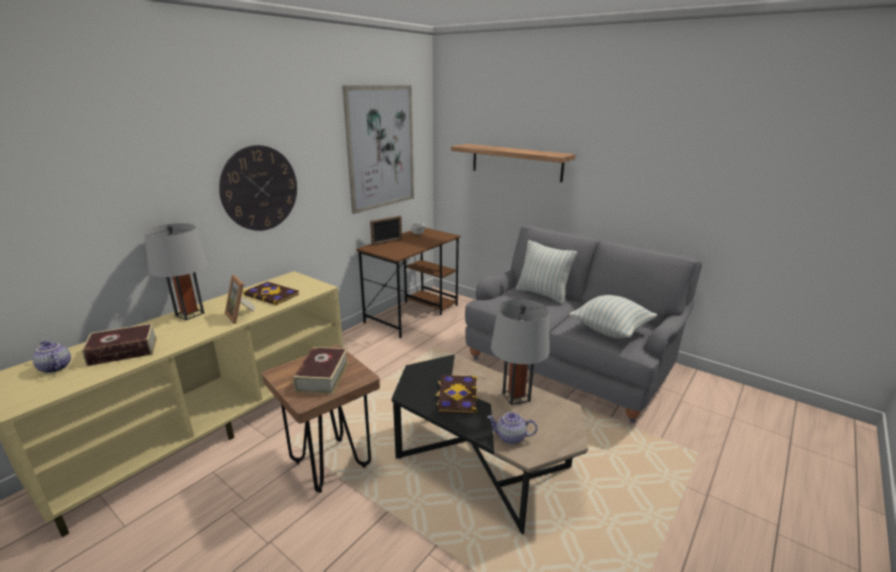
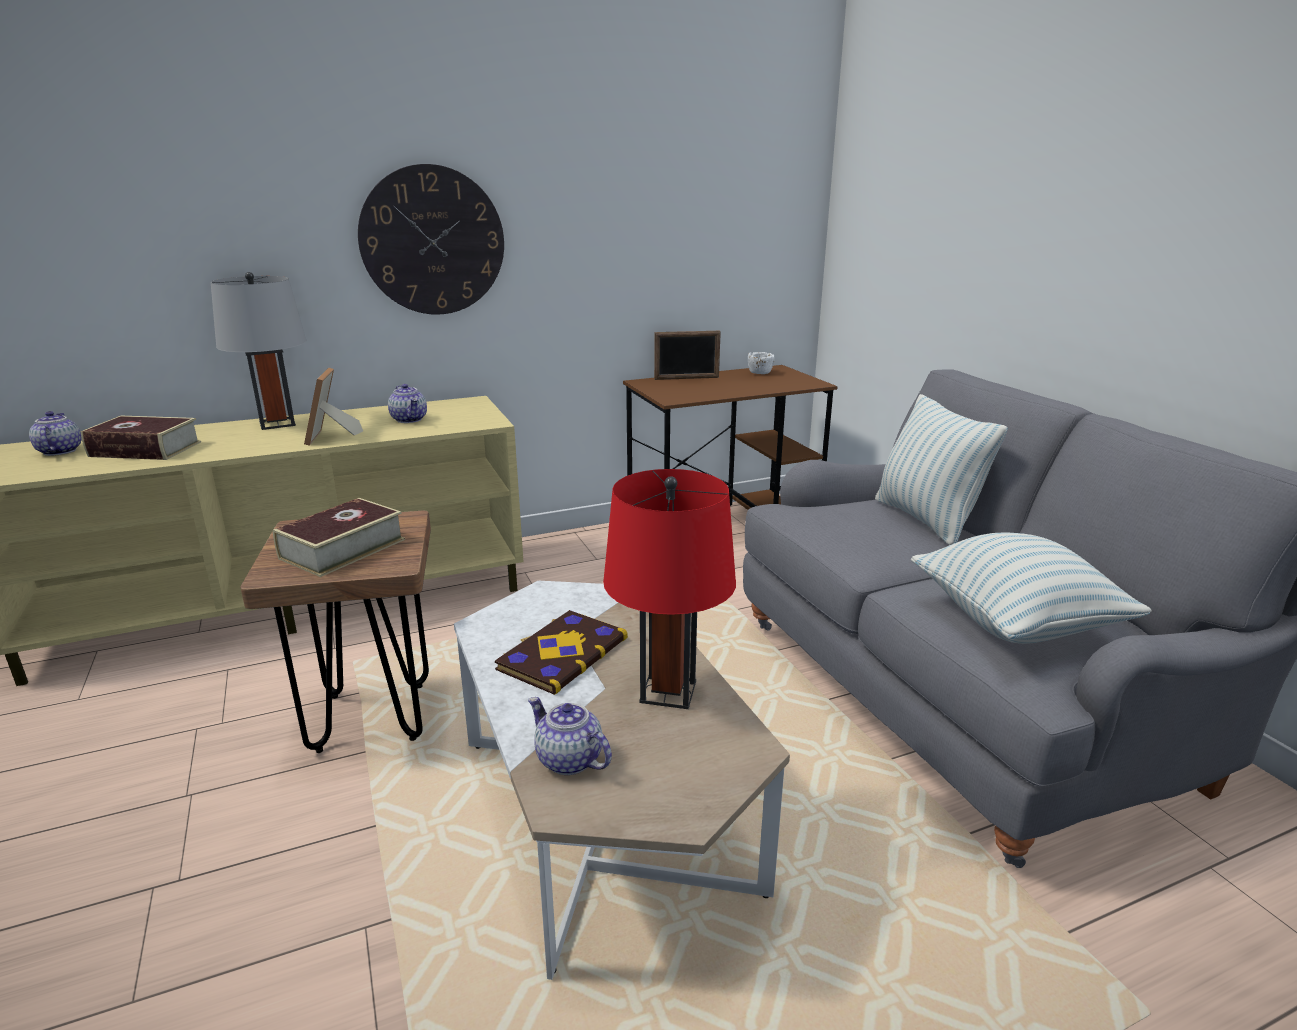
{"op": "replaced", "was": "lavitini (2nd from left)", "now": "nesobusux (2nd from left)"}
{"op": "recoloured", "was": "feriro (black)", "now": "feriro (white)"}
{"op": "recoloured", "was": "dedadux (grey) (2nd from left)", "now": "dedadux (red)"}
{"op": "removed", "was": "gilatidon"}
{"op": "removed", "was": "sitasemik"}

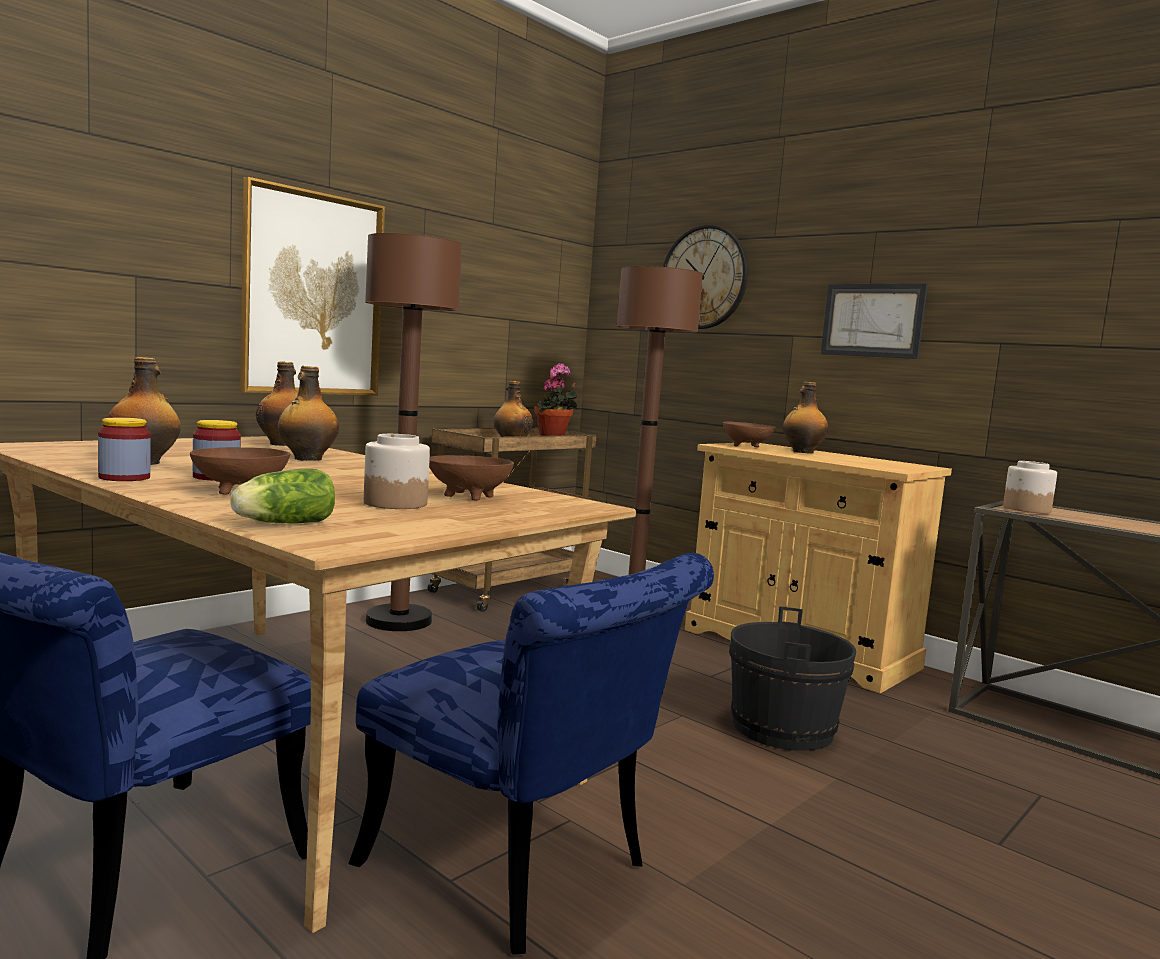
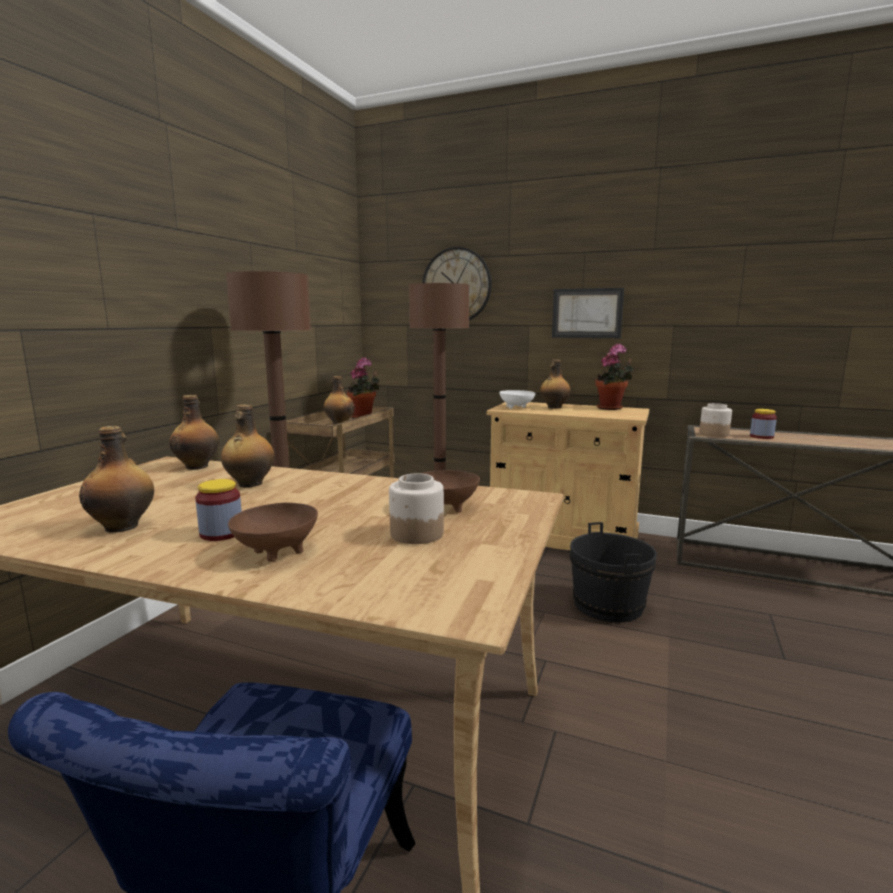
{"op": "recoloured", "was": "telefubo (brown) (3rd from left)", "now": "telefubo (white)"}
{"op": "added", "now": "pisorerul (2nd from left)"}
{"op": "moved", "was": "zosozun (1st from left in the first image)", "now": "zosozun (4th from left)"}
{"op": "removed", "was": "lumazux"}
{"op": "removed", "was": "gilatidon (1st from left)"}
{"op": "removed", "was": "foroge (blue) (2nd from left)"}

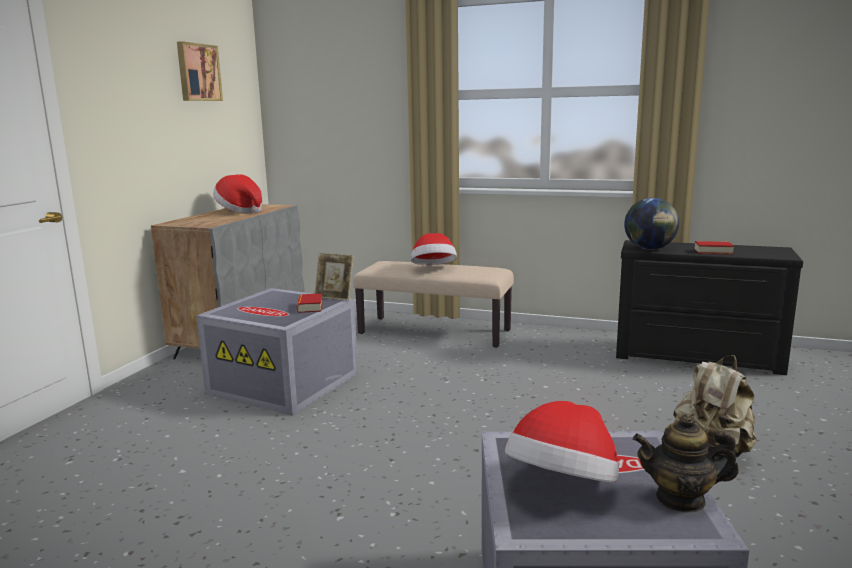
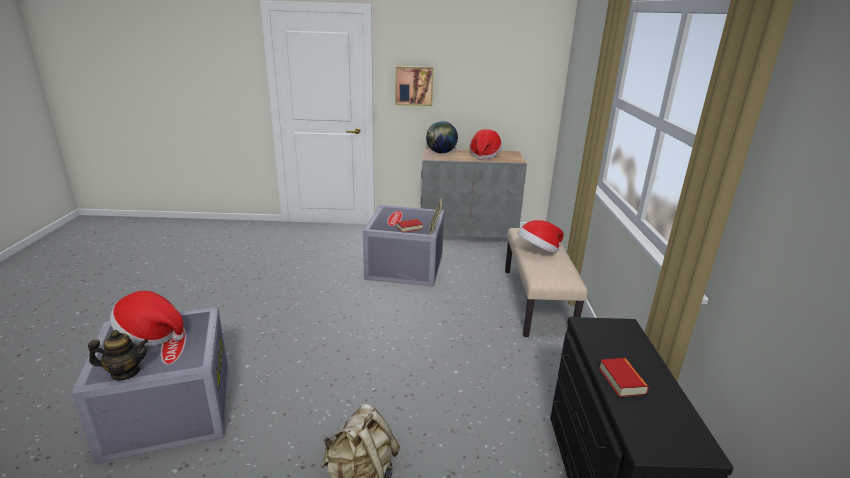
{"op": "turned", "was": "nesobusux", "clockwise": 90}
{"op": "moved", "was": "gilatidon"}
{"op": "moved", "was": "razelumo"}

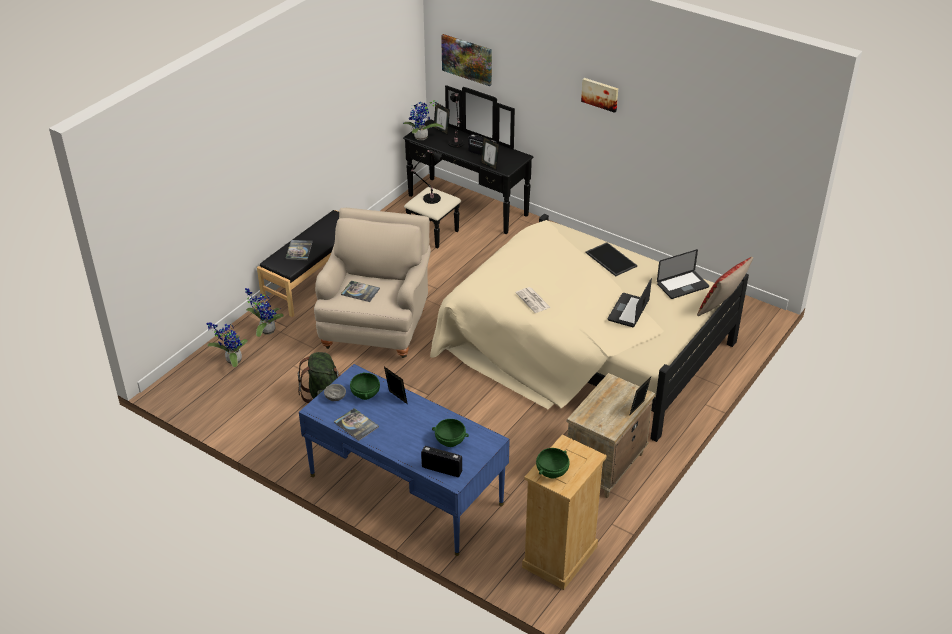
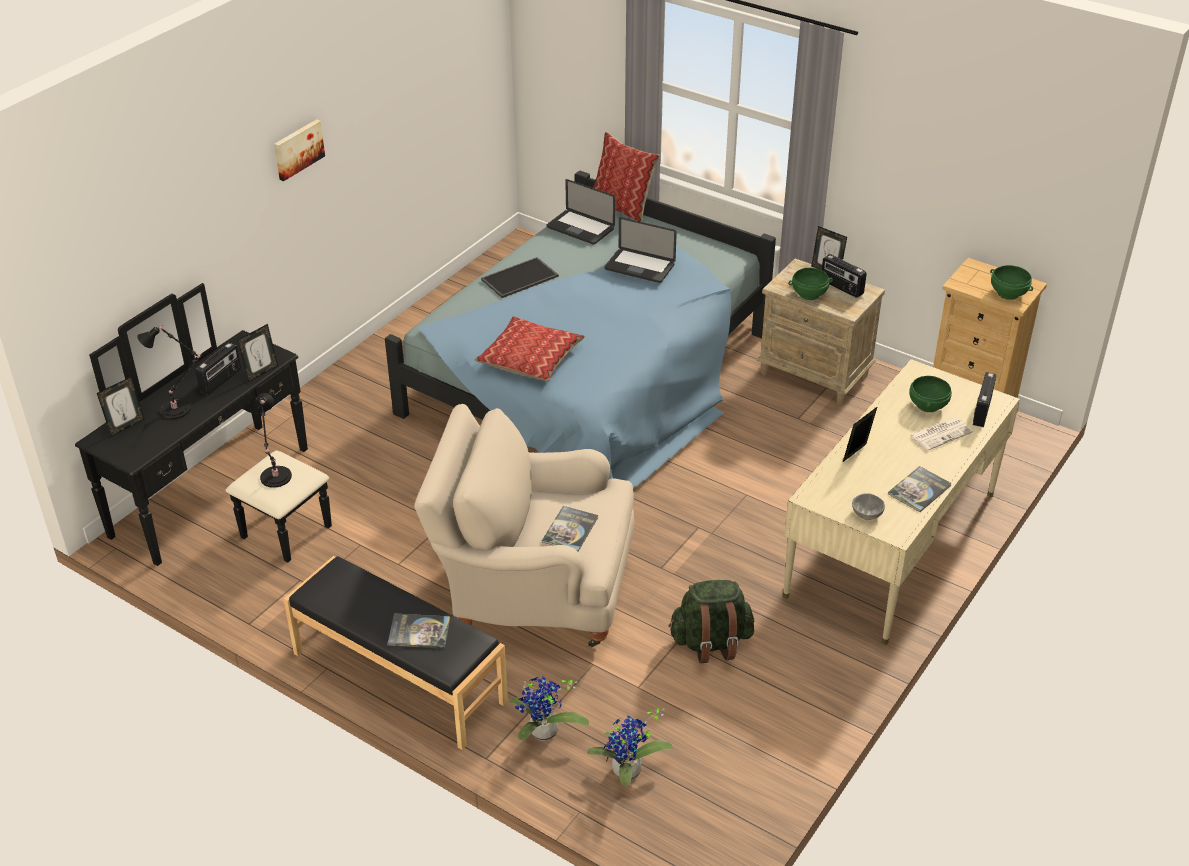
{"op": "recoloured", "was": "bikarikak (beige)", "now": "bikarikak (blue)"}
{"op": "added", "now": "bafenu (1st from left)"}
{"op": "turned", "was": "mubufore (2nd from left in the first image)", "clockwise": 150}
{"op": "recoloured", "was": "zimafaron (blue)", "now": "zimafaron (beige)"}
{"op": "moved", "was": "telefubo (green) (1st from left)"}
{"op": "added", "now": "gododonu (2nd from left)"}
{"op": "moved", "was": "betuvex"}
{"op": "removed", "was": "pisorerul (3rd from left)"}
{"op": "removed", "was": "gilatidon (1st from left)"}

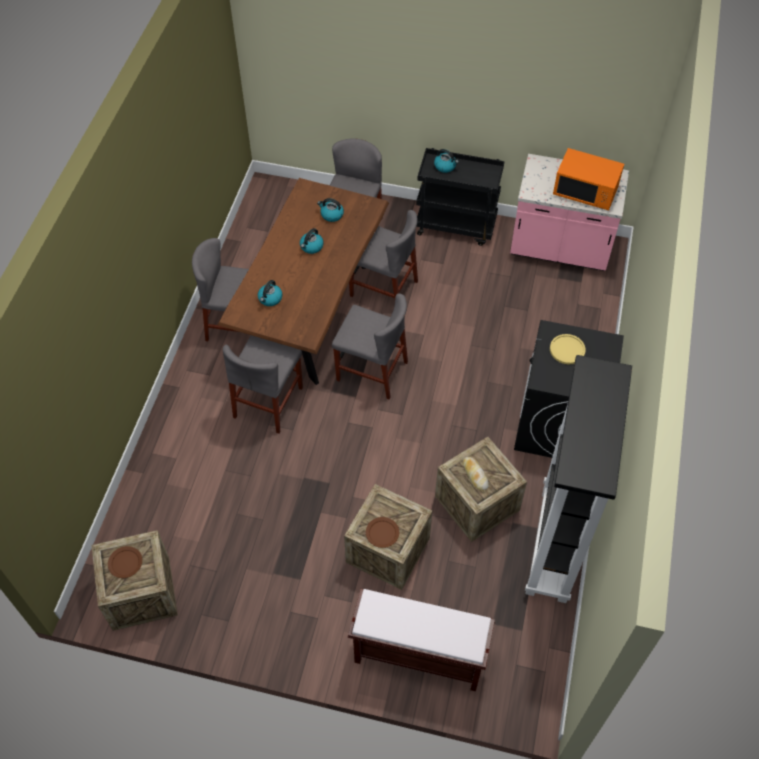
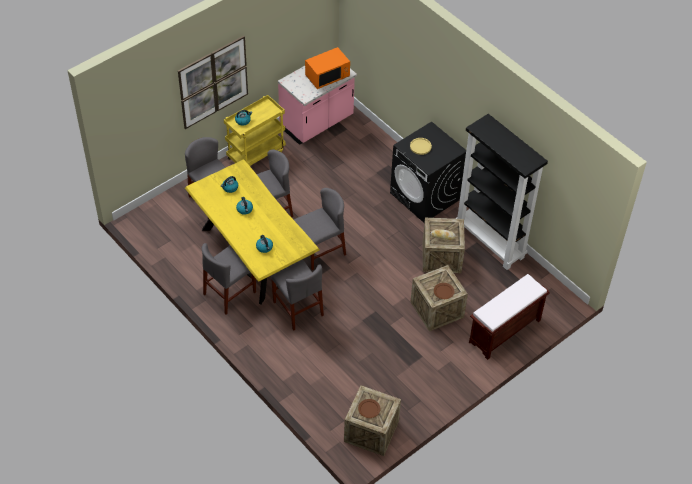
{"op": "added", "now": "gilatidon"}
{"op": "recoloured", "was": "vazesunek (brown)", "now": "vazesunek (yellow)"}
{"op": "recoloured", "was": "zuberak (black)", "now": "zuberak (yellow)"}

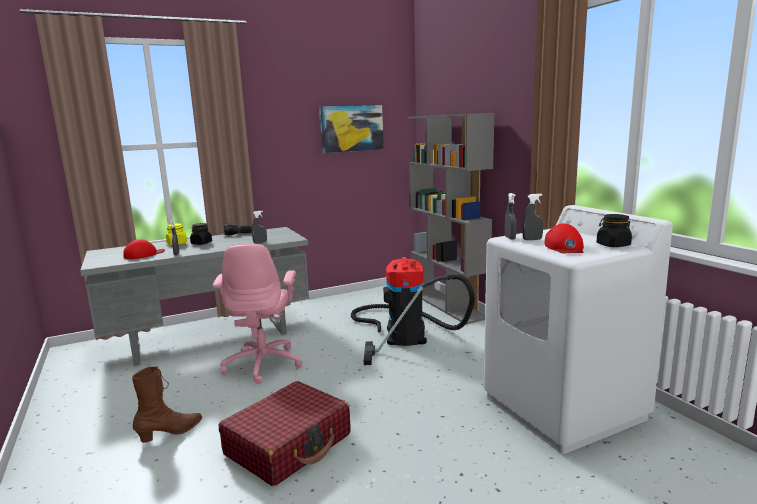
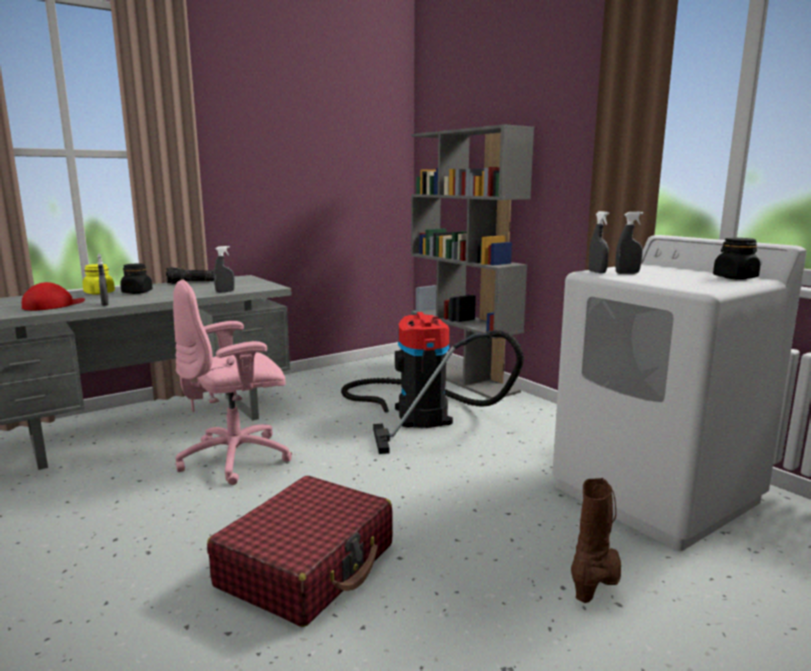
{"op": "turned", "was": "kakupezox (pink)", "clockwise": 75}
{"op": "moved", "was": "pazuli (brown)"}
{"op": "removed", "was": "gilatidon"}
{"op": "removed", "was": "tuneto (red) (2nd from left)"}

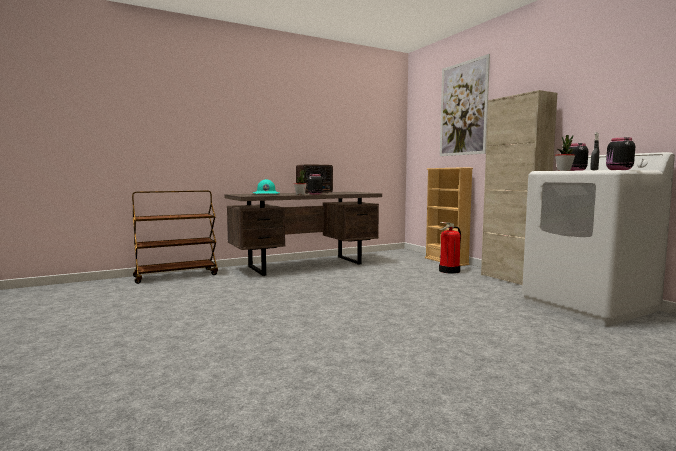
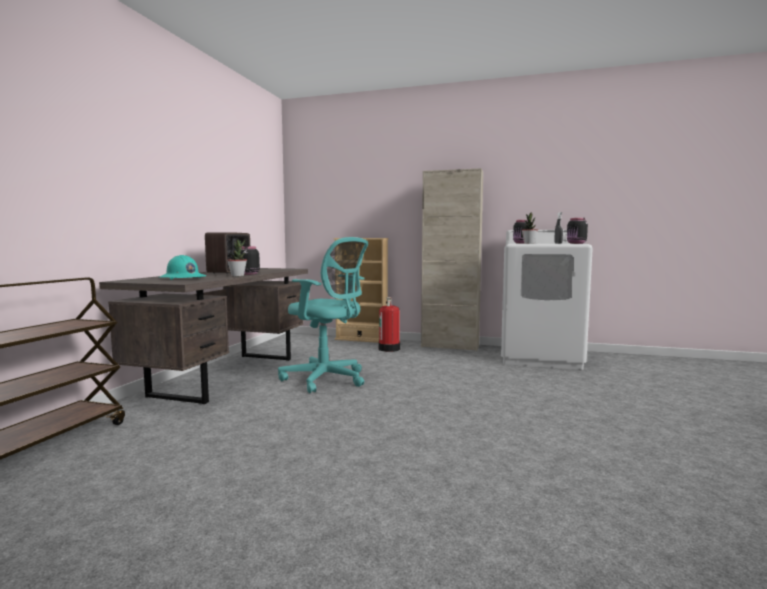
{"op": "added", "now": "kakupezox (turquoise)"}
{"op": "removed", "was": "gilatidon"}

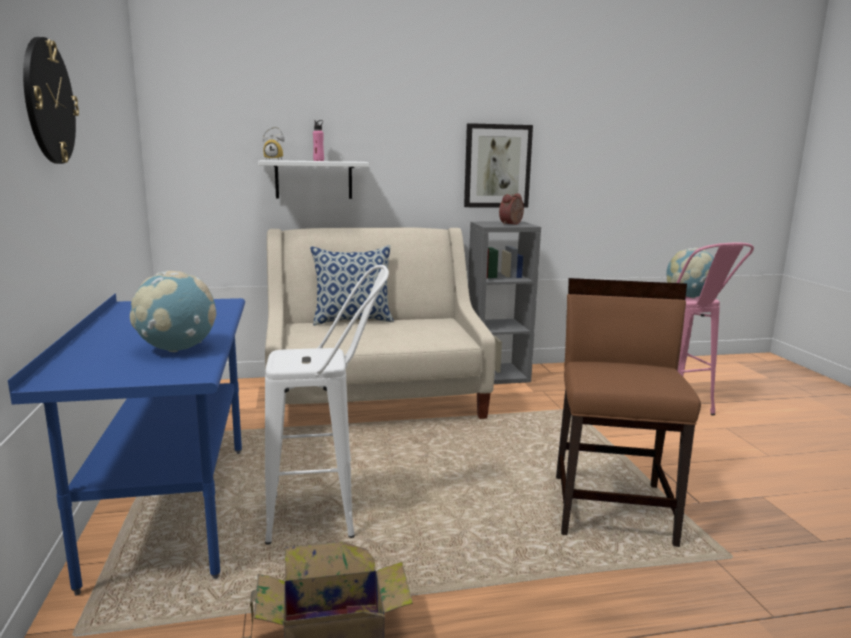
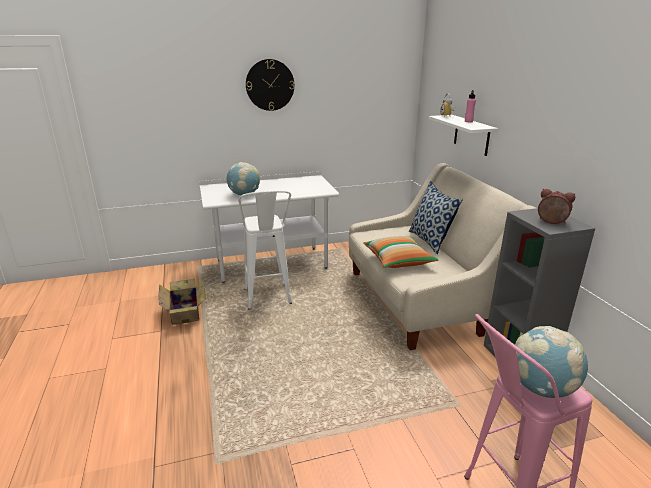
{"op": "recoloured", "was": "zimafaron (blue)", "now": "zimafaron (white)"}
{"op": "added", "now": "bafenu (1st from left)"}
{"op": "removed", "was": "gilatidon"}
{"op": "removed", "was": "foroge (brown)"}

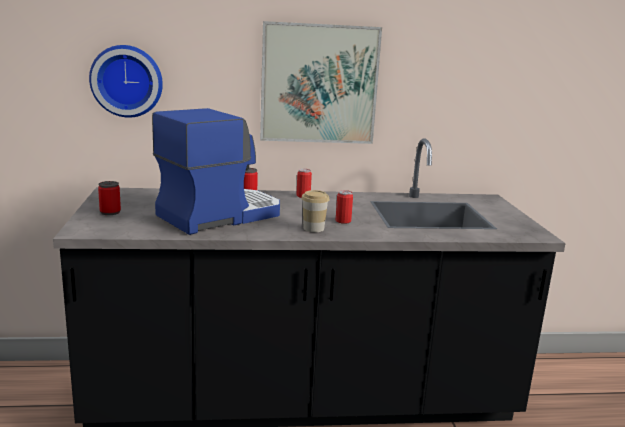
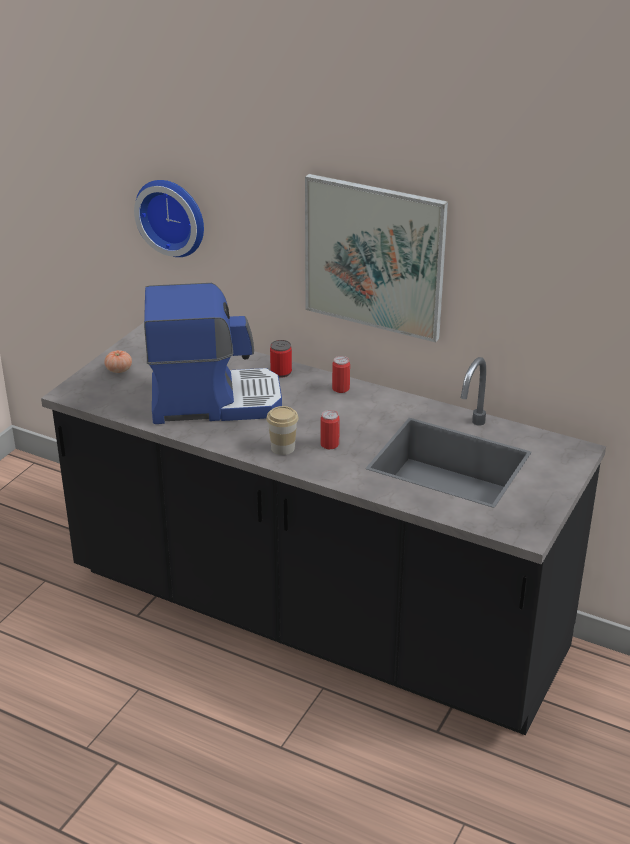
{"op": "replaced", "was": "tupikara (1st from left)", "now": "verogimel"}

